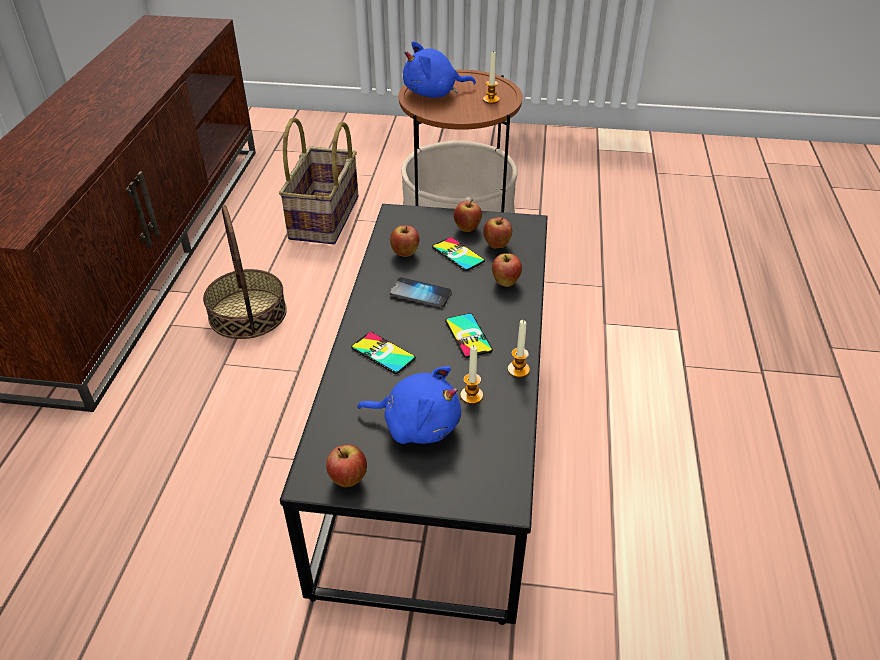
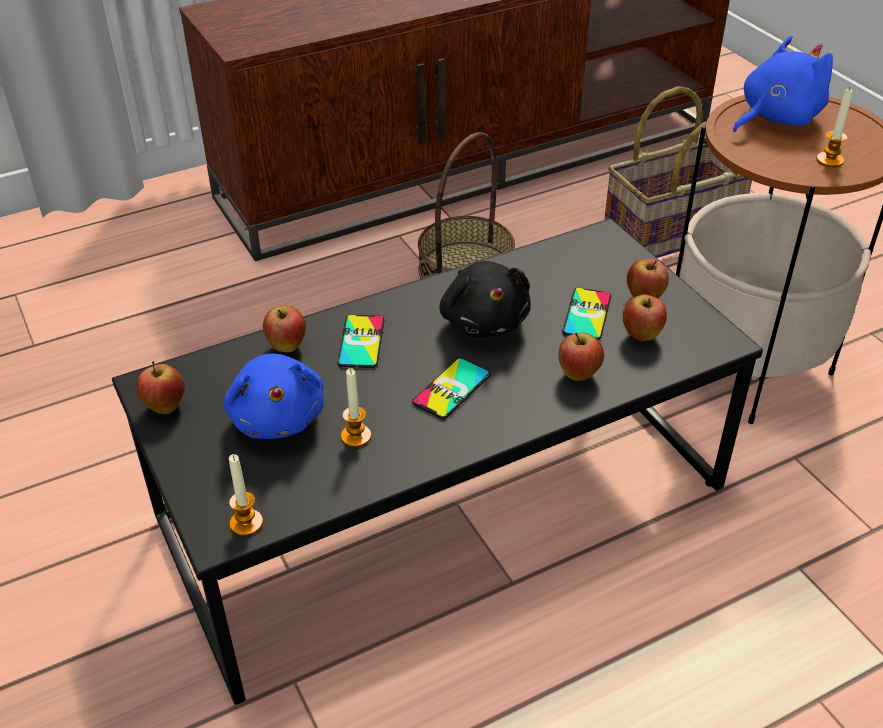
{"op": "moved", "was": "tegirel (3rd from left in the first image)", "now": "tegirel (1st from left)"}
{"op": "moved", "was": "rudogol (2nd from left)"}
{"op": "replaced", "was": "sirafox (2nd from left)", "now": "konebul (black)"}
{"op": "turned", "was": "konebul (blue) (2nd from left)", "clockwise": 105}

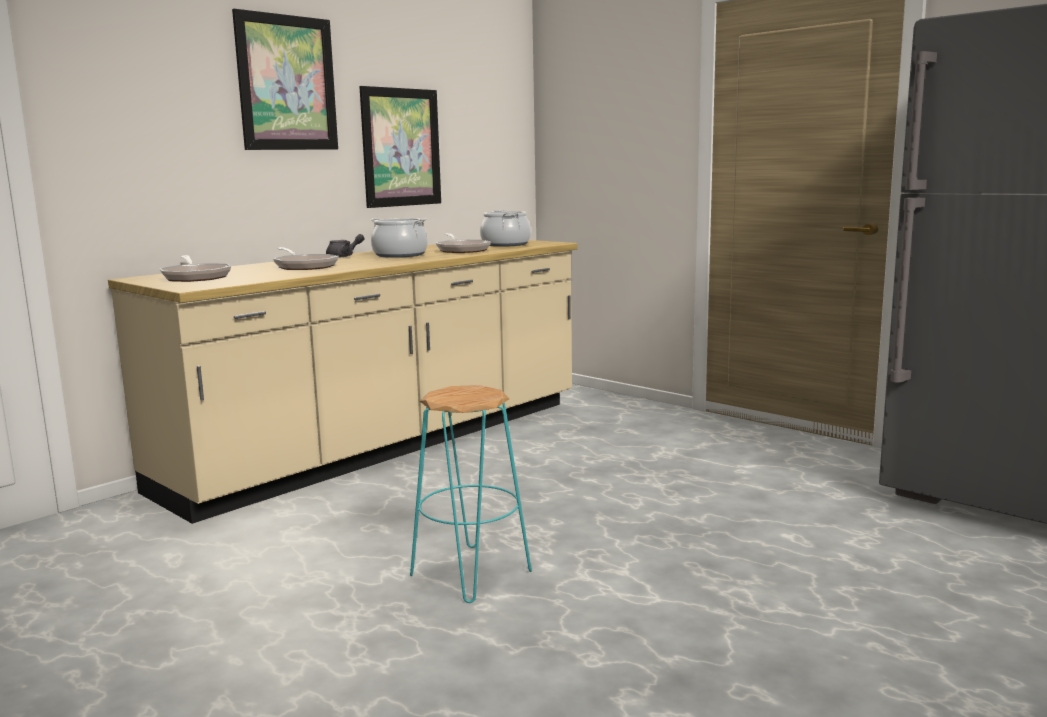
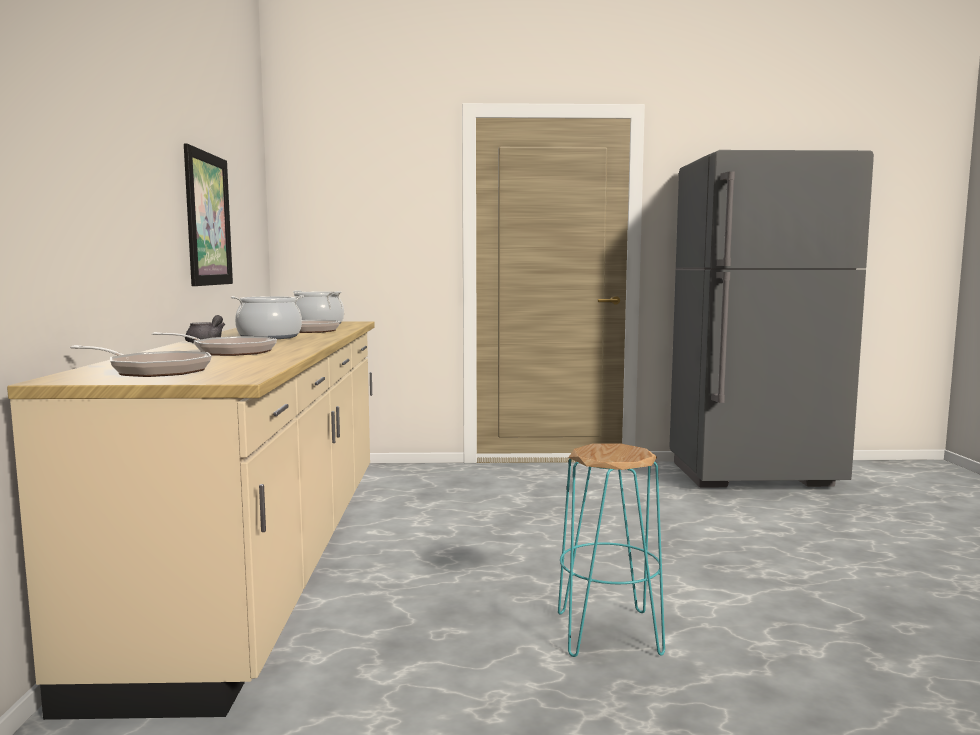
{"op": "removed", "was": "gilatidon (1st from left)"}

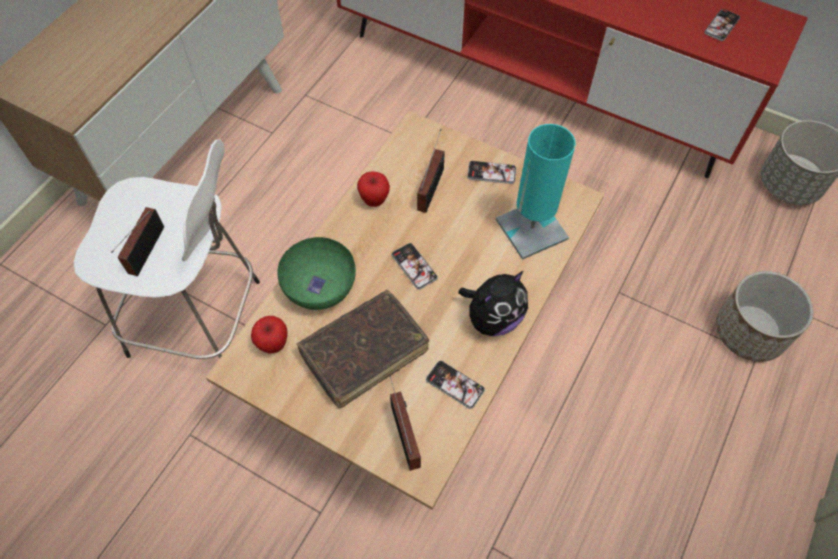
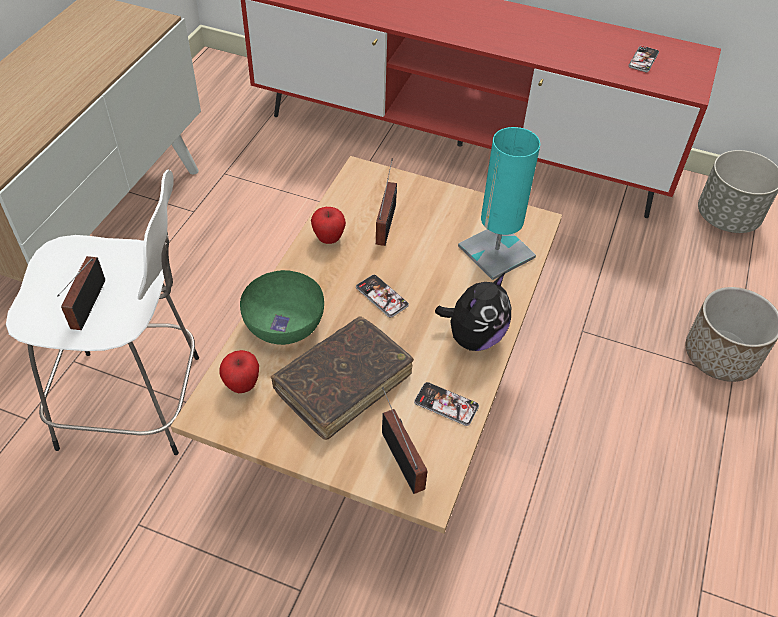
{"op": "removed", "was": "sirafox (3rd from left)"}

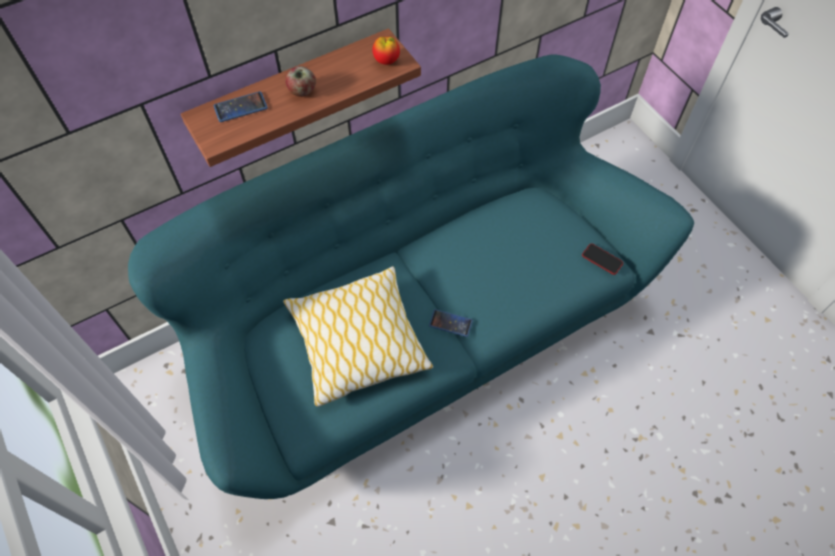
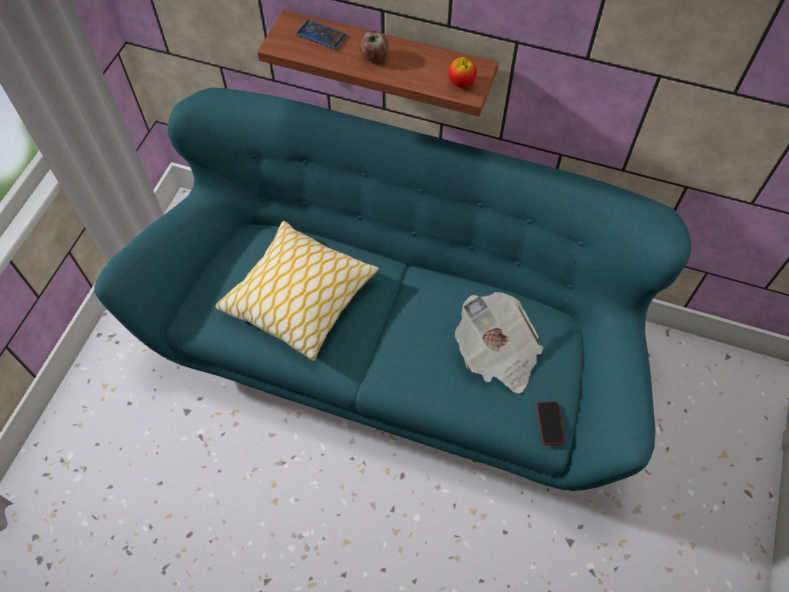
{"op": "added", "now": "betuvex"}
{"op": "removed", "was": "sirafox (2nd from left)"}

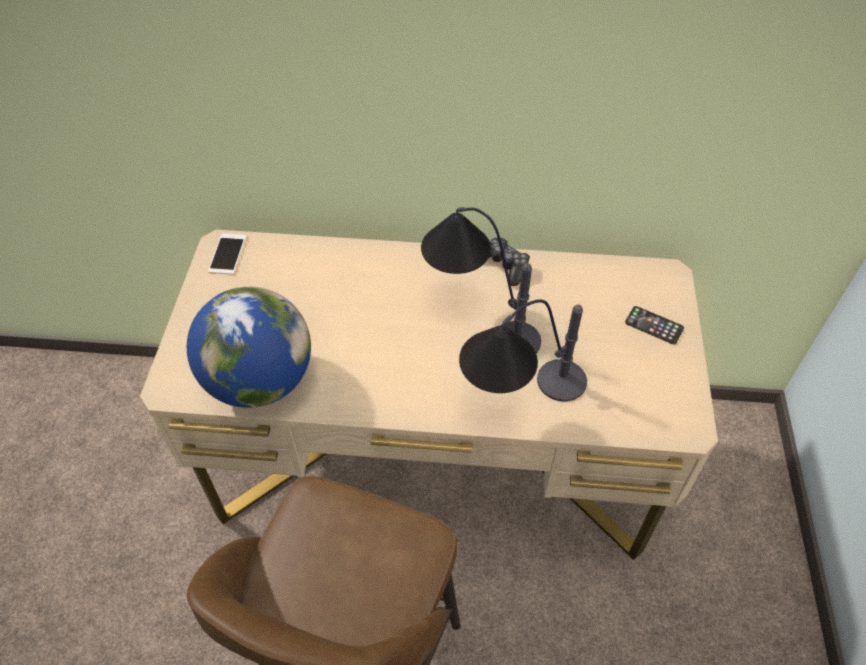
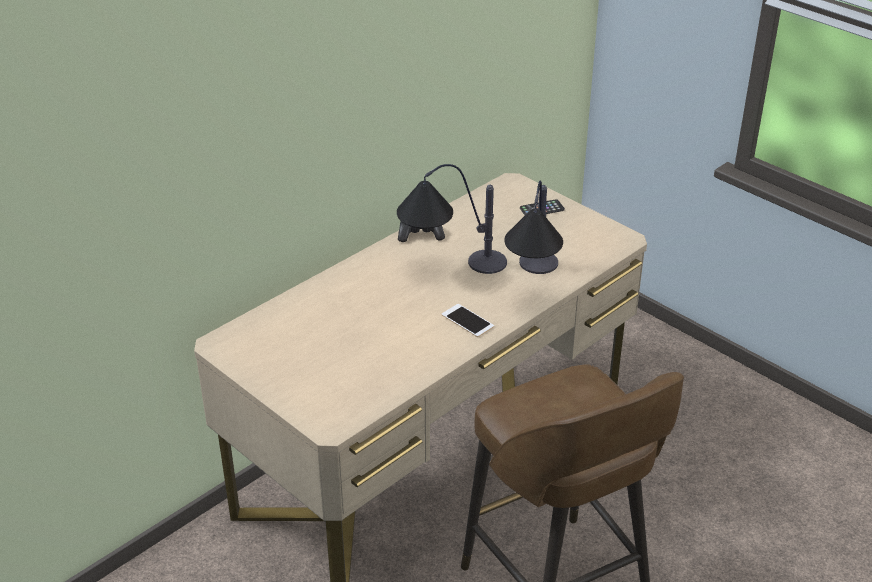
{"op": "moved", "was": "sirafox (1st from left)"}
{"op": "removed", "was": "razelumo"}

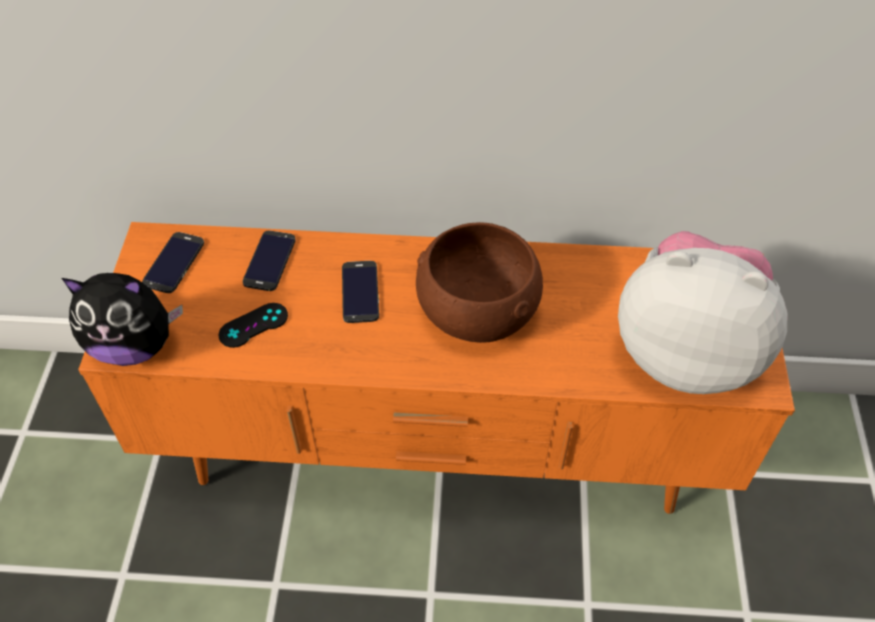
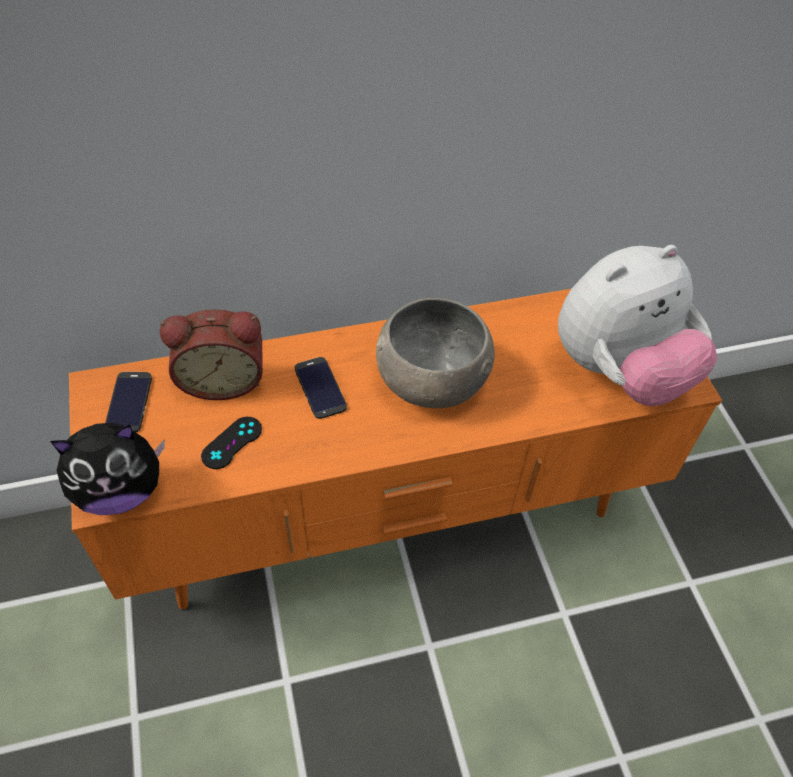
{"op": "replaced", "was": "sirafox (2nd from left)", "now": "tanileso"}
{"op": "recoloured", "was": "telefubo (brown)", "now": "telefubo (grey)"}
{"op": "turned", "was": "konebul (2nd from left)", "clockwise": 150}

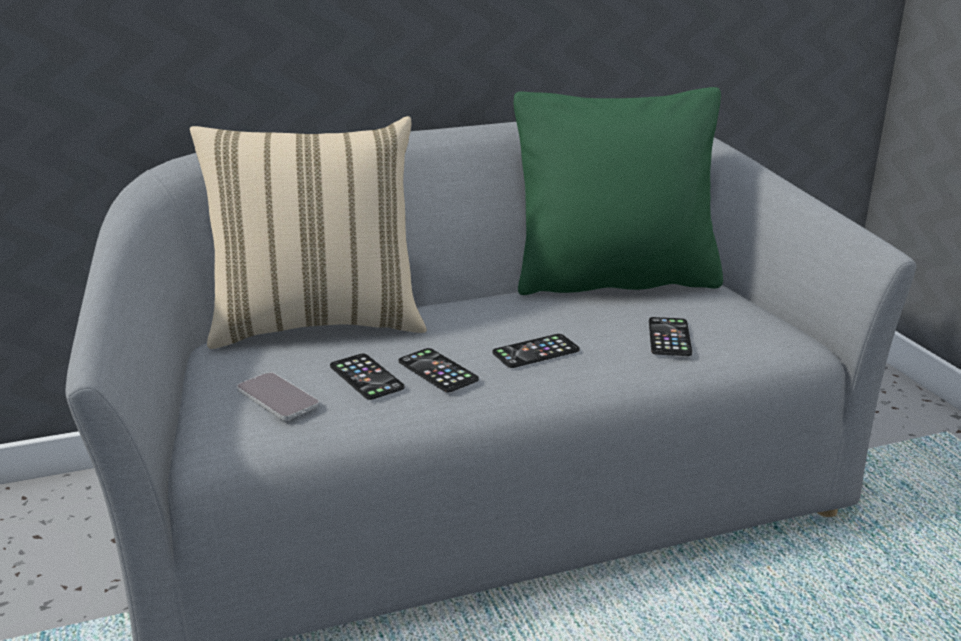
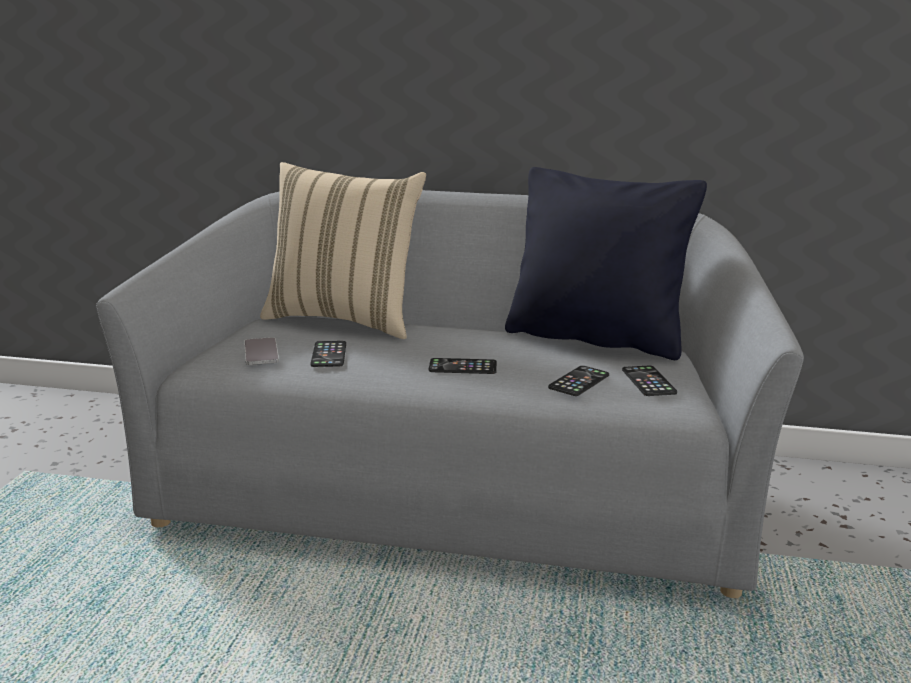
{"op": "recoloured", "was": "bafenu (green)", "now": "bafenu (black)"}
{"op": "moved", "was": "sirafox (3rd from left in the first image)", "now": "sirafox (5th from left)"}

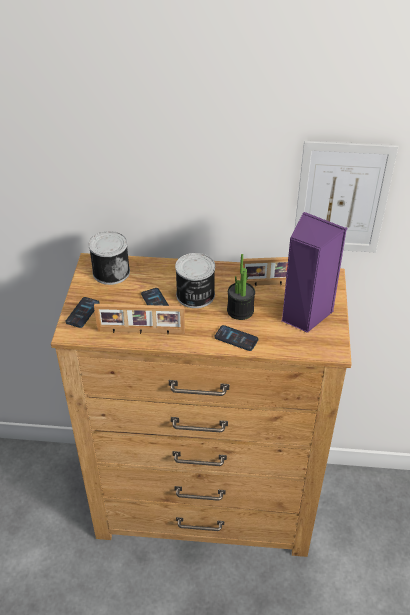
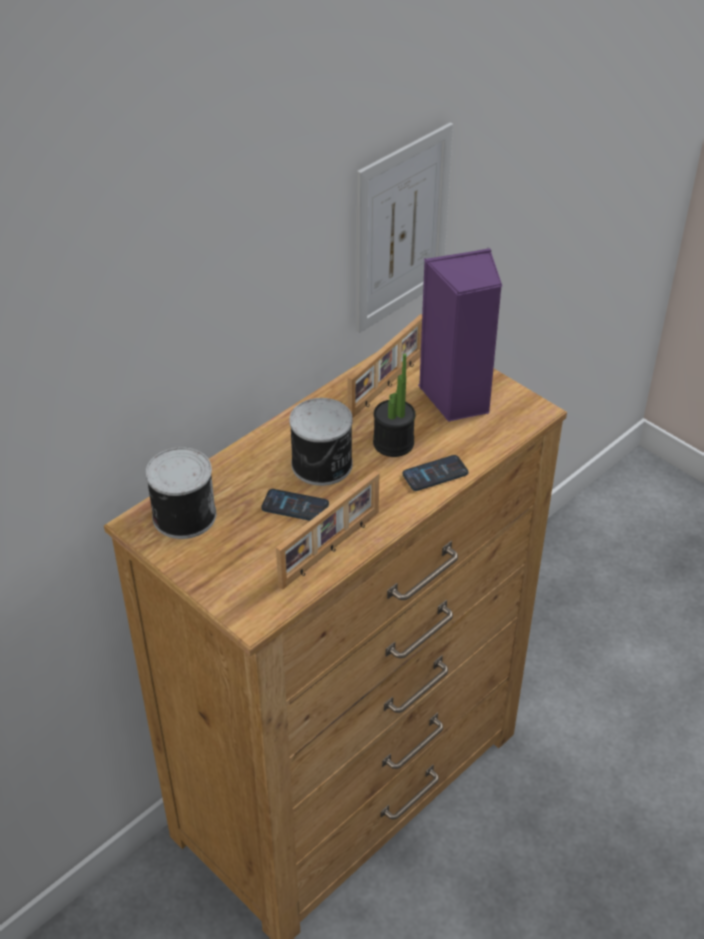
{"op": "removed", "was": "sirafox (1st from left)"}

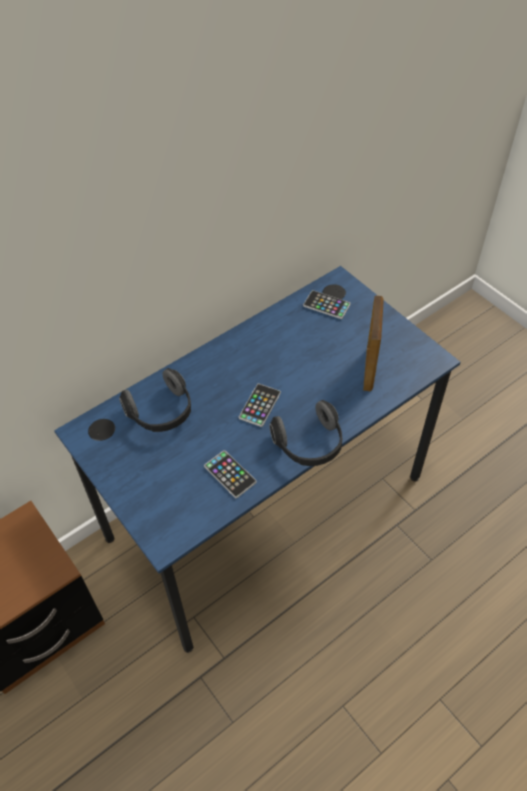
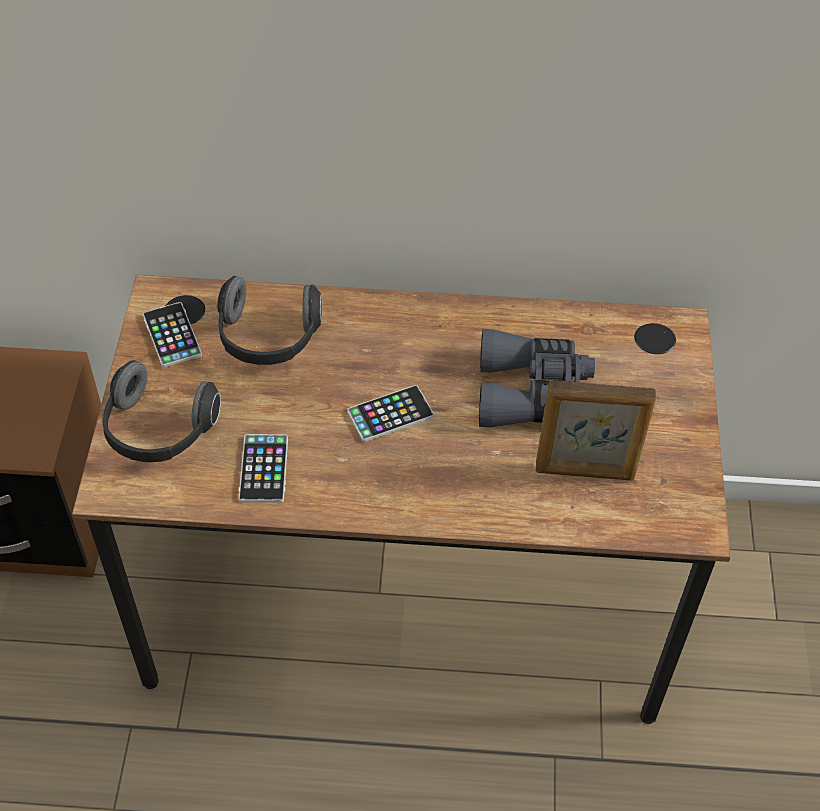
{"op": "recoloured", "was": "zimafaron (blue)", "now": "zimafaron (brown)"}
{"op": "moved", "was": "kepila (2nd from left in the first image)", "now": "kepila (1st from left)"}
{"op": "moved", "was": "sirafox (3rd from left in the first image)", "now": "sirafox (1st from left)"}
{"op": "added", "now": "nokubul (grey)"}
{"op": "turned", "was": "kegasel", "clockwise": 45}

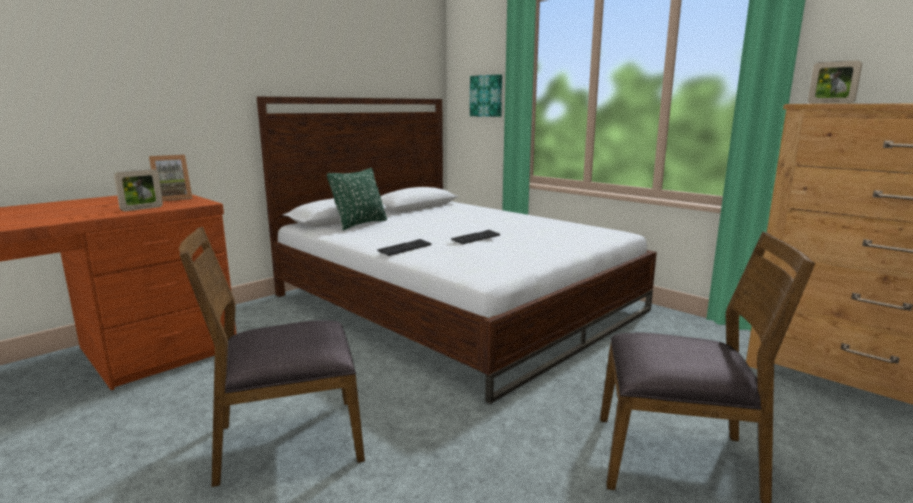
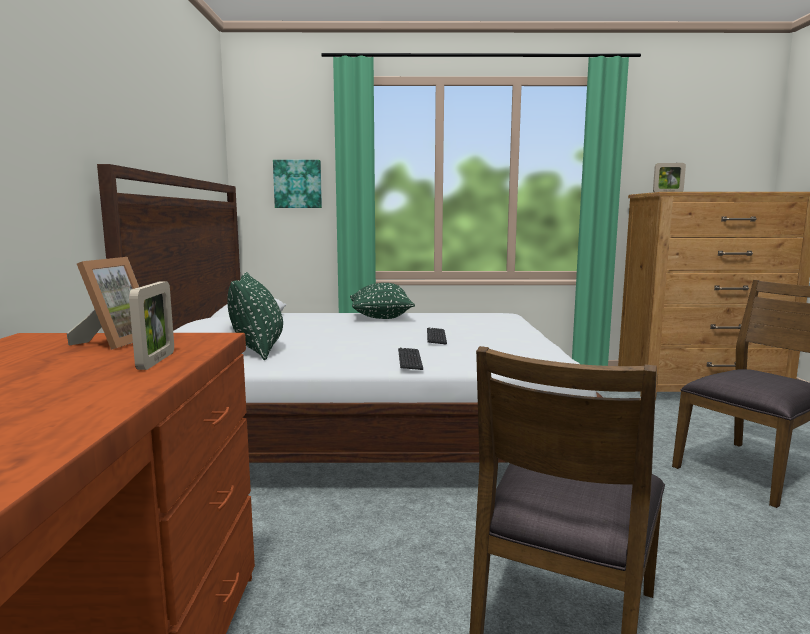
{"op": "added", "now": "bafenu (green) (2nd from left)"}

